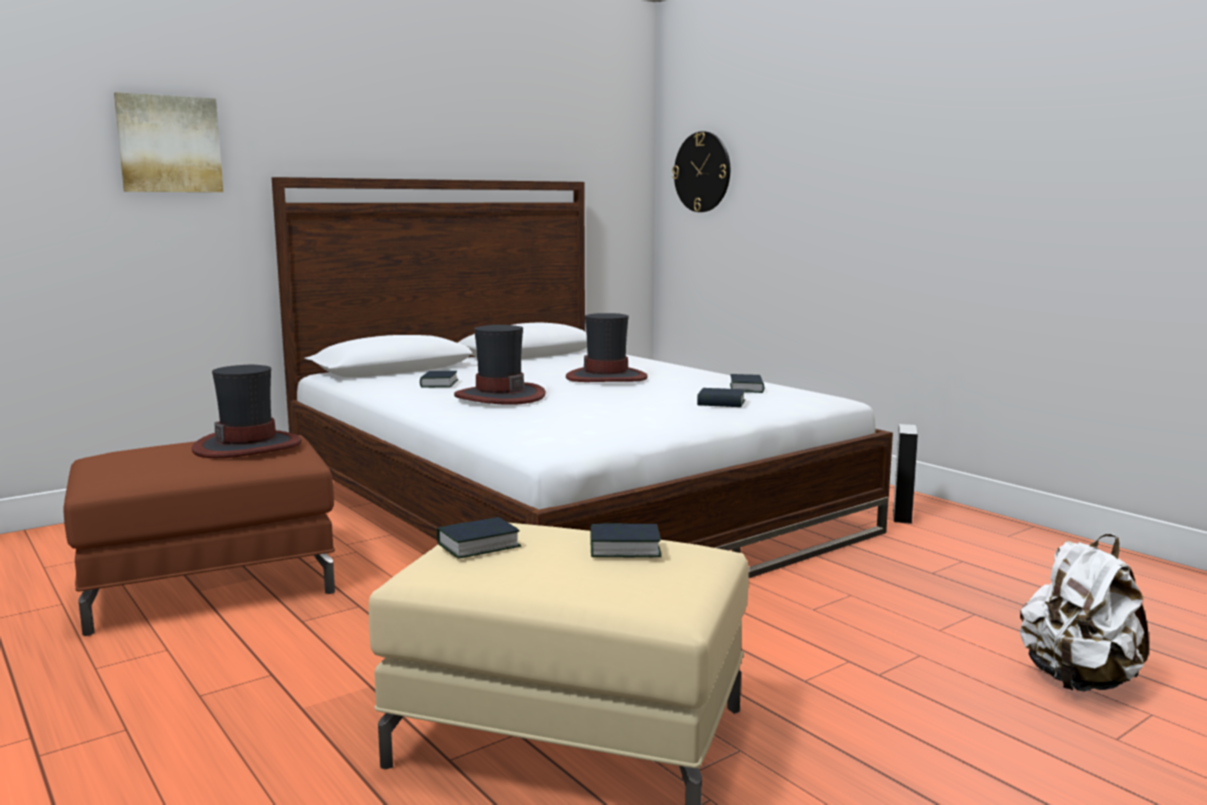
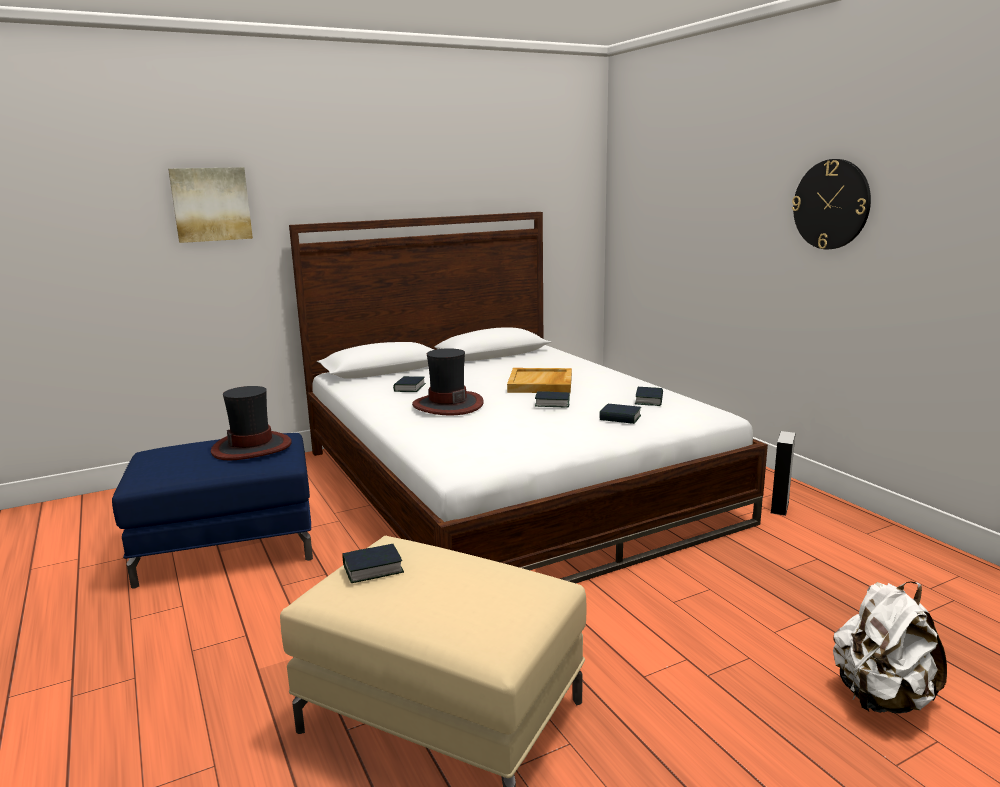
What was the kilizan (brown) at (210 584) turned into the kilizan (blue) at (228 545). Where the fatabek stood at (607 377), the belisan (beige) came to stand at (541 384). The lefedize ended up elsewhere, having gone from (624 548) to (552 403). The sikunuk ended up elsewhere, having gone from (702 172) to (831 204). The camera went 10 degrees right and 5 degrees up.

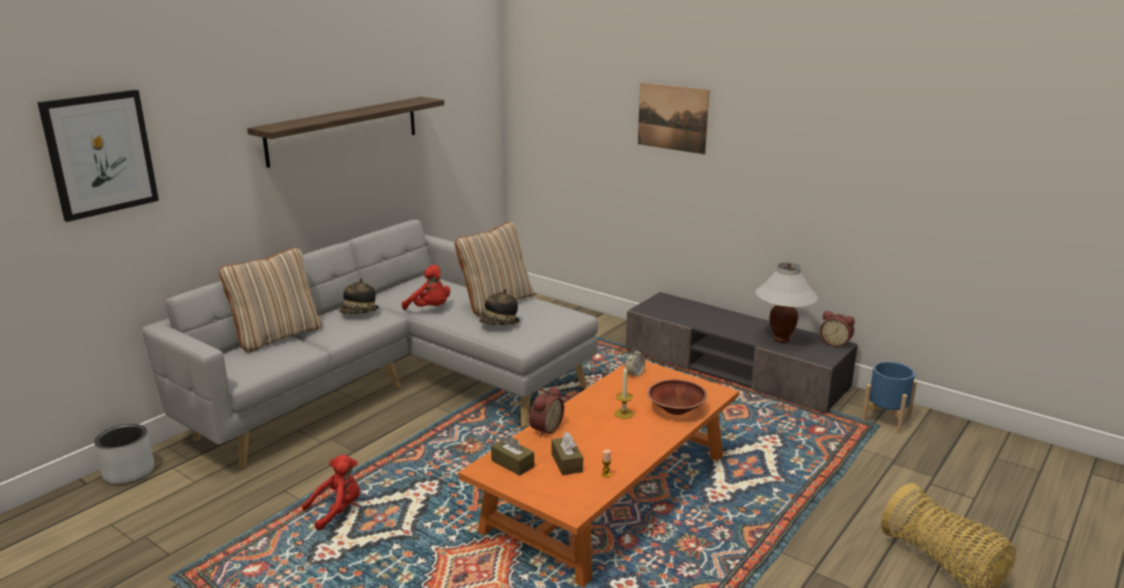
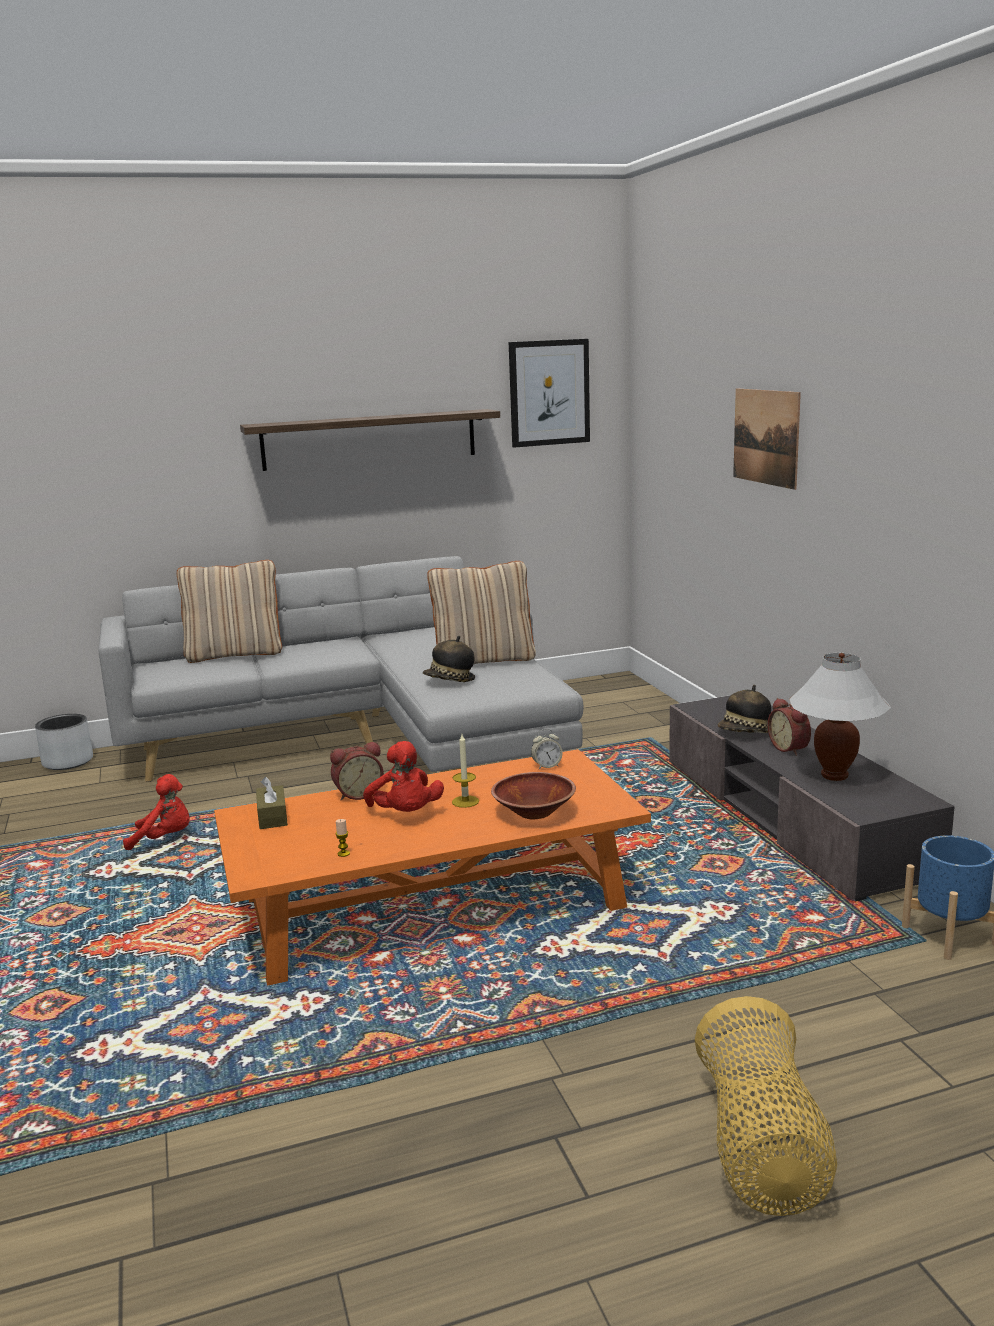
The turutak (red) ended up elsewhere, having gone from (430 309) to (405 814). The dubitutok ended up elsewhere, having gone from (100 154) to (549 393). The fatabek ended up elsewhere, having gone from (359 313) to (745 733). The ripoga ended up elsewhere, having gone from (835 343) to (790 748). The second view lost the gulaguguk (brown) at (567 463). The camera went 35 degrees right and 5 degrees down.

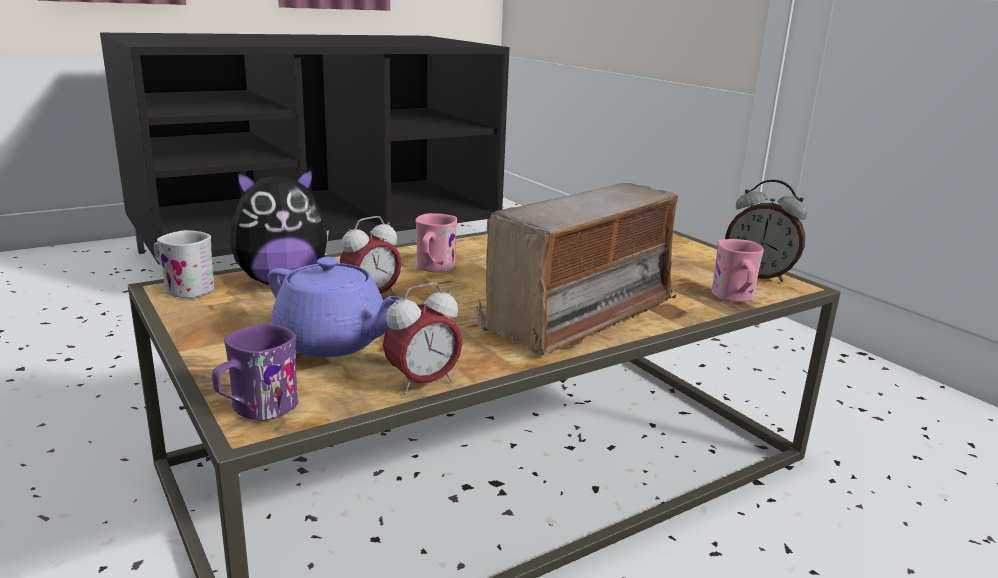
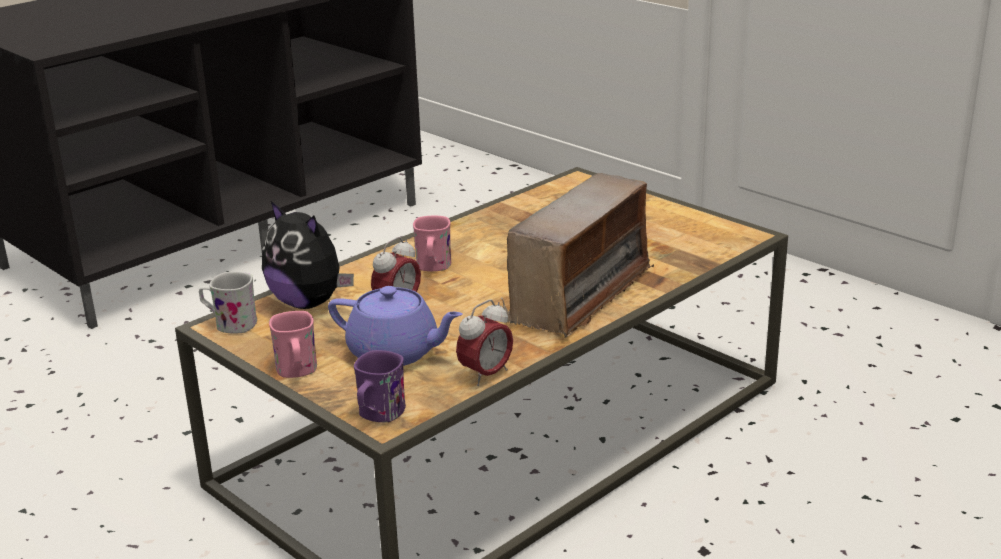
The turutak at (282 281) ended up facing another way, 75 degrees clockwise from before. The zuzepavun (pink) ended up elsewhere, having gone from (735 297) to (297 371). The second view lost the ripoga at (758 275). The camera went 10 degrees left and 5 degrees up.

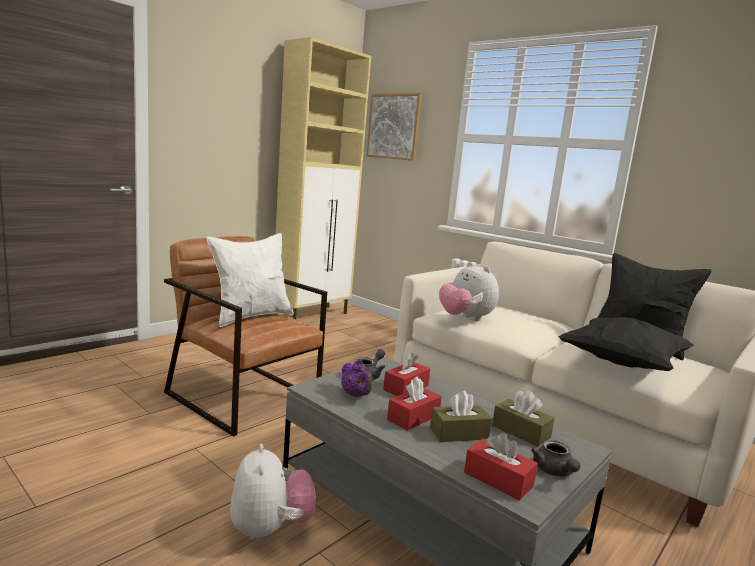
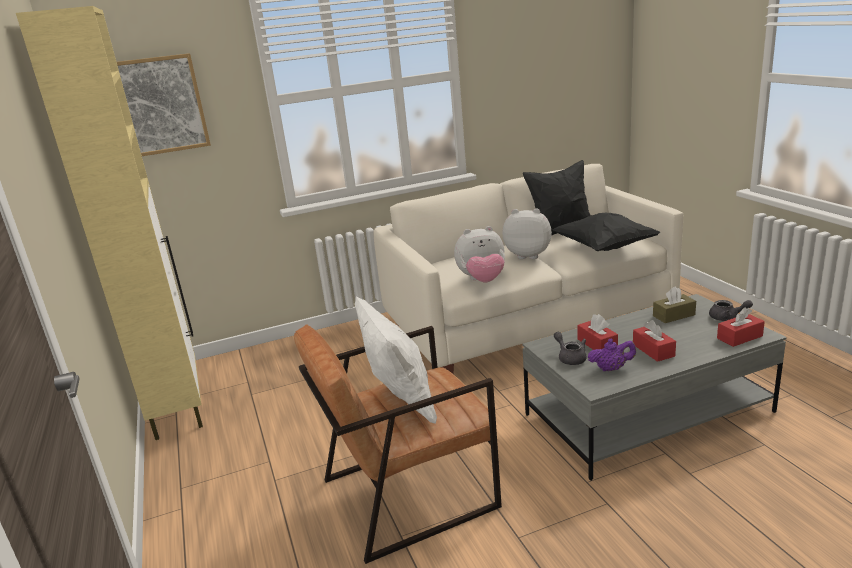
The turutak ended up elsewhere, having gone from (270 529) to (528 255). The second view lost the gulaguguk (brown) at (459 433). The camera went 60 degrees left and 10 degrees up.

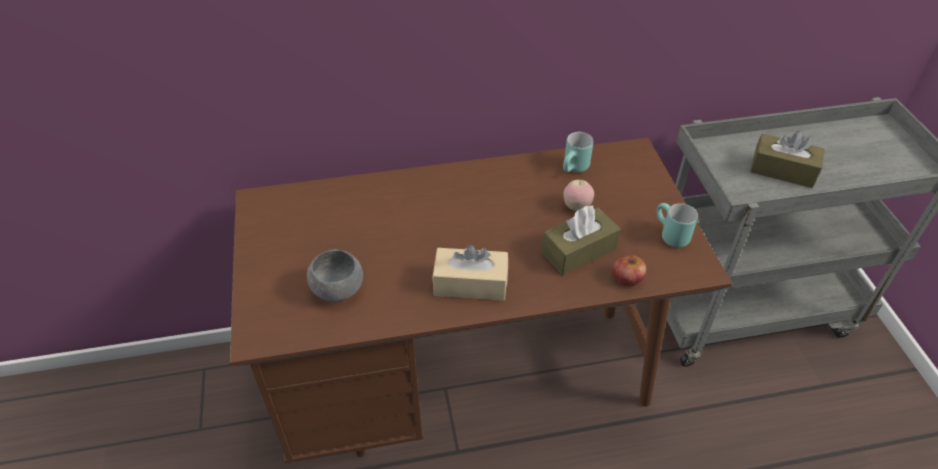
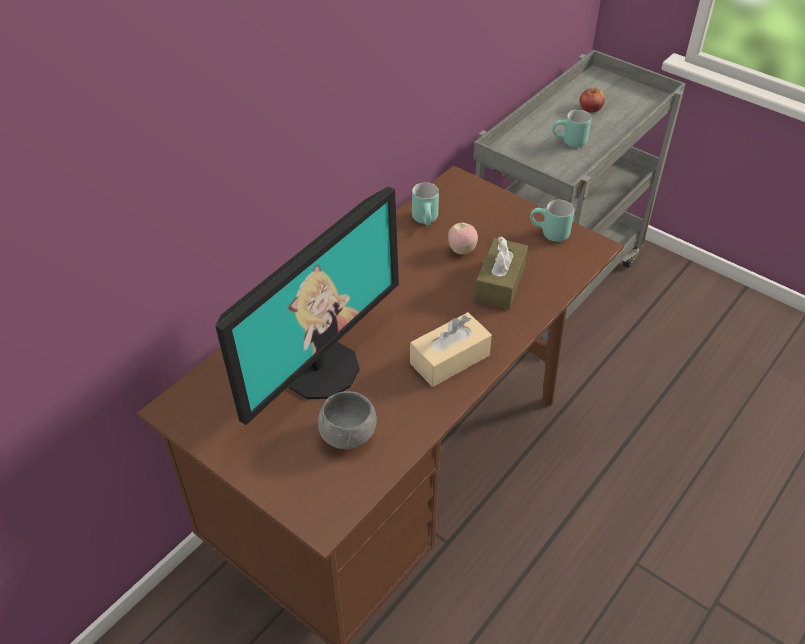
The second view gained the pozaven at (321 369). Where the gulaguguk (brown) stood at (782 170), the zuzepavun (turquoise) came to stand at (569 143). The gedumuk ended up elsewhere, having gone from (627 278) to (590 108). The camera went 40 degrees left and 0 degrees up.

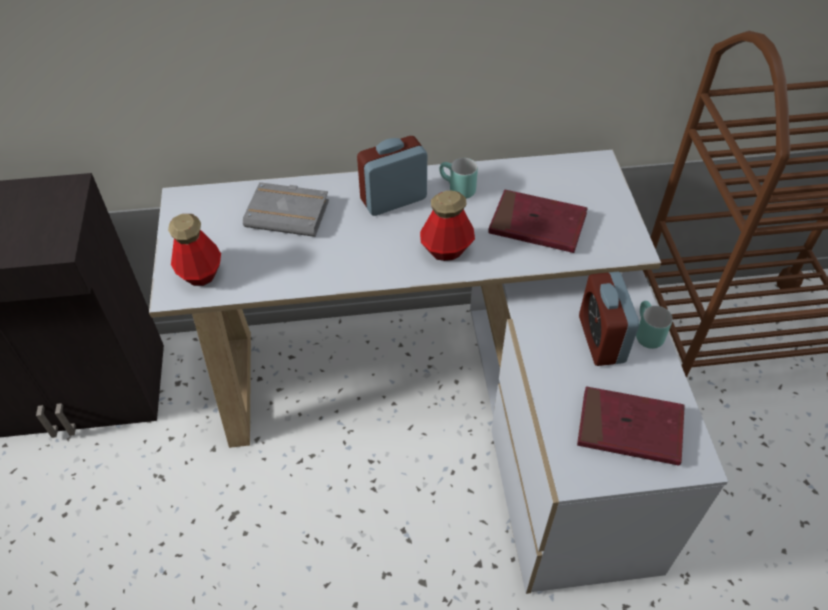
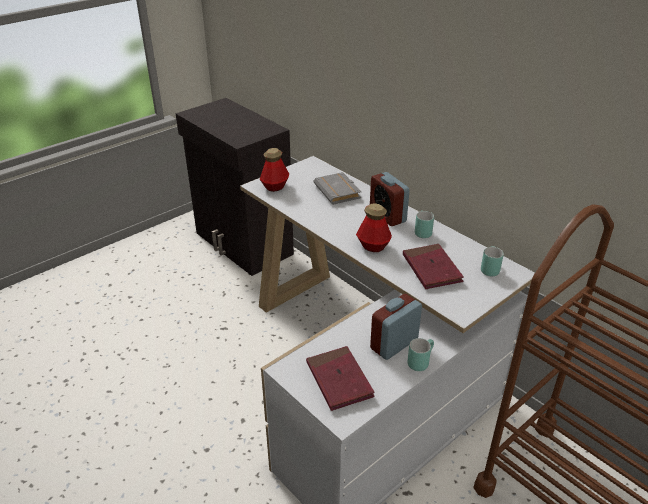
The ripoga at (393 199) ended up facing another way, 150 degrees counterclockwise from before. The second view gained the zuzepavun (turquoise) at (488 268). The camera went 55 degrees right and 15 degrees down.

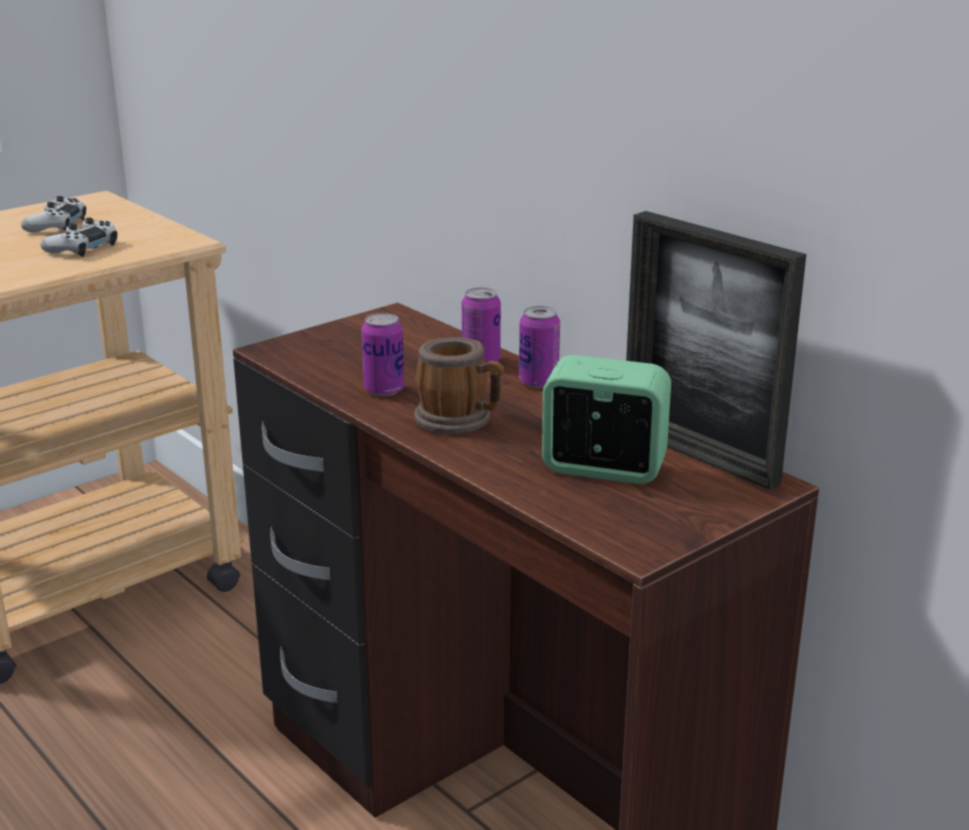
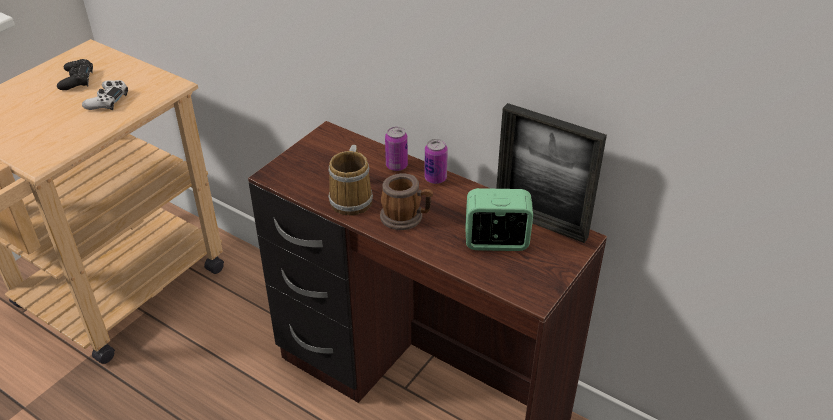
What was the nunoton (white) at (56 225) turned into the nunoton (black) at (77 80). Where the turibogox stood at (384 390), the zuzepavun came to stand at (353 199). The camera went 15 degrees left and 15 degrees up.

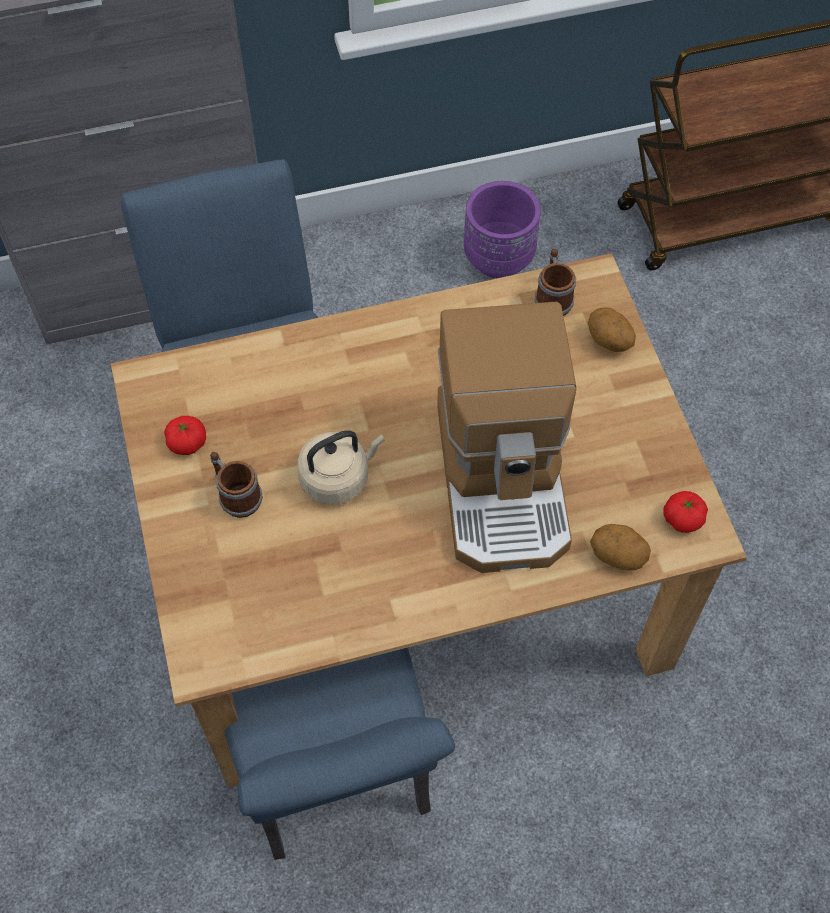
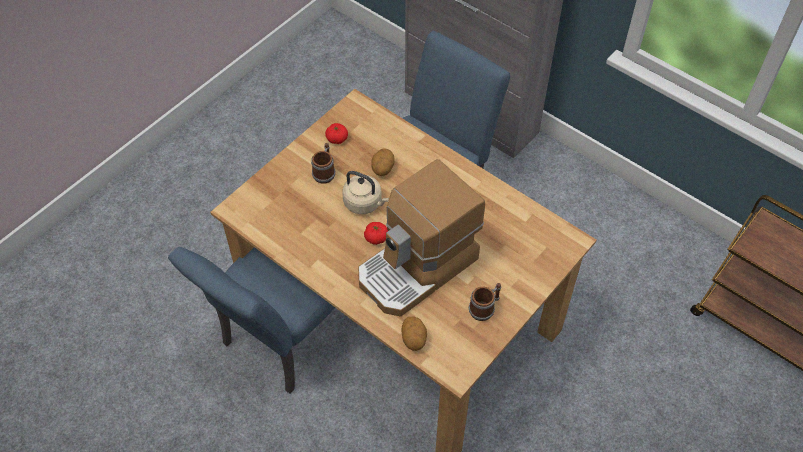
The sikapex ended up elsewhere, having gone from (682 519) to (376 238). The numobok ended up elsewhere, having gone from (608 341) to (382 169). The zuzepavun ended up elsewhere, having gone from (552 298) to (485 308). The second view lost the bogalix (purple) at (499 258). The camera went 55 degrees right and 5 degrees down.

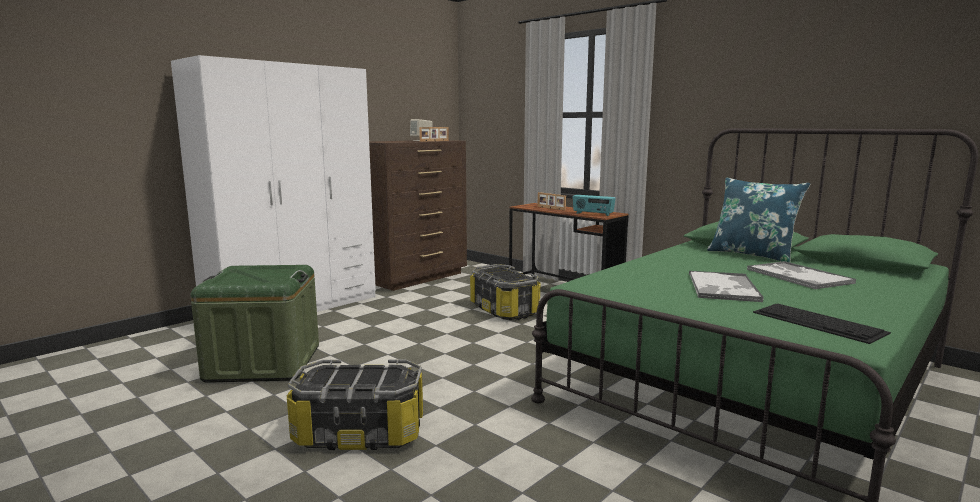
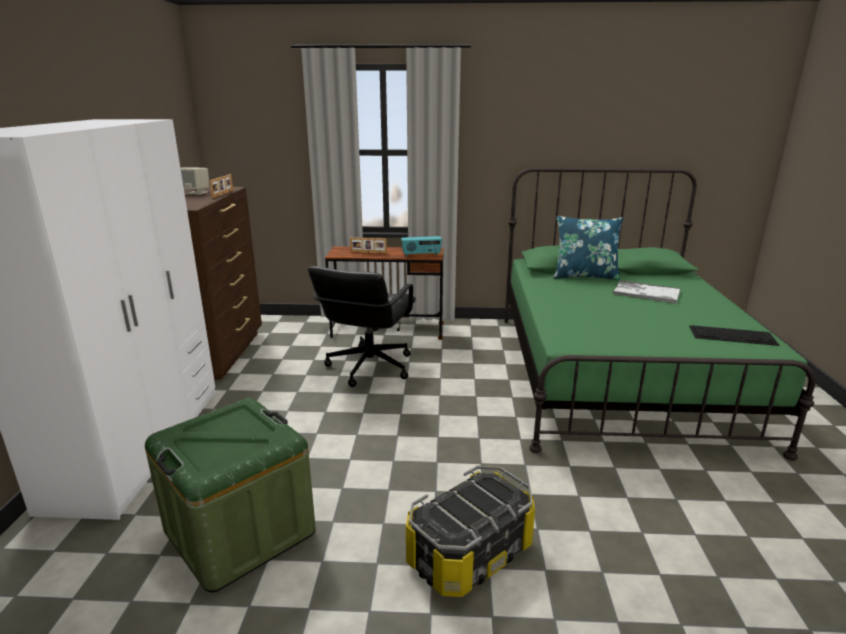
Where the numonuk stood at (503 310), the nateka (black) came to stand at (369 367). The second view lost the belisan at (723 287). The camera went 40 degrees left and 10 degrees up.

